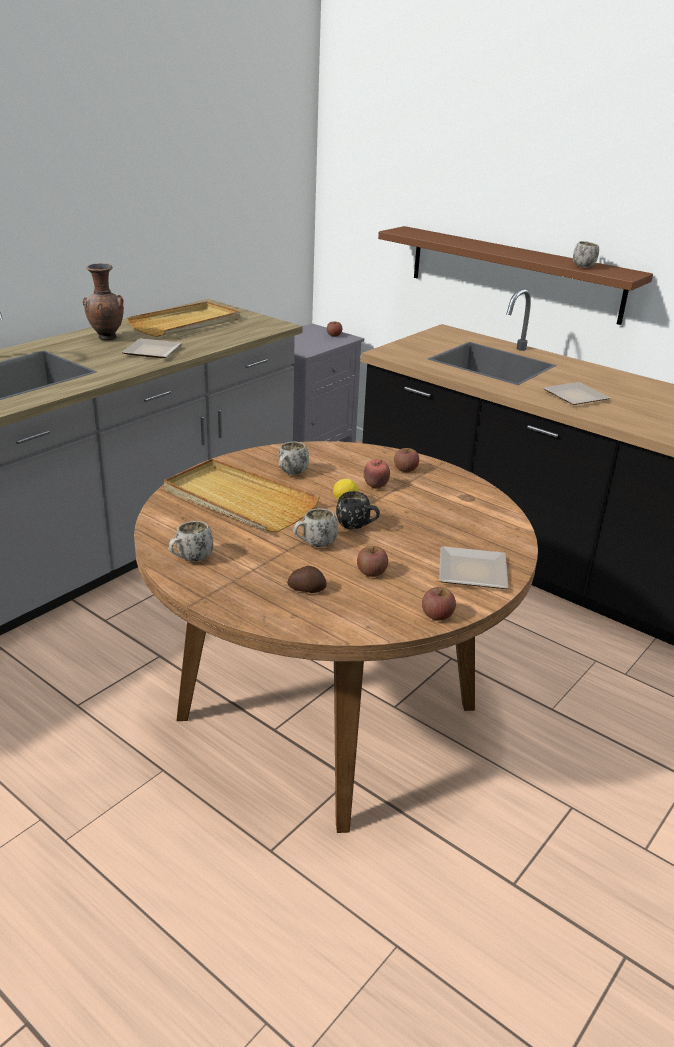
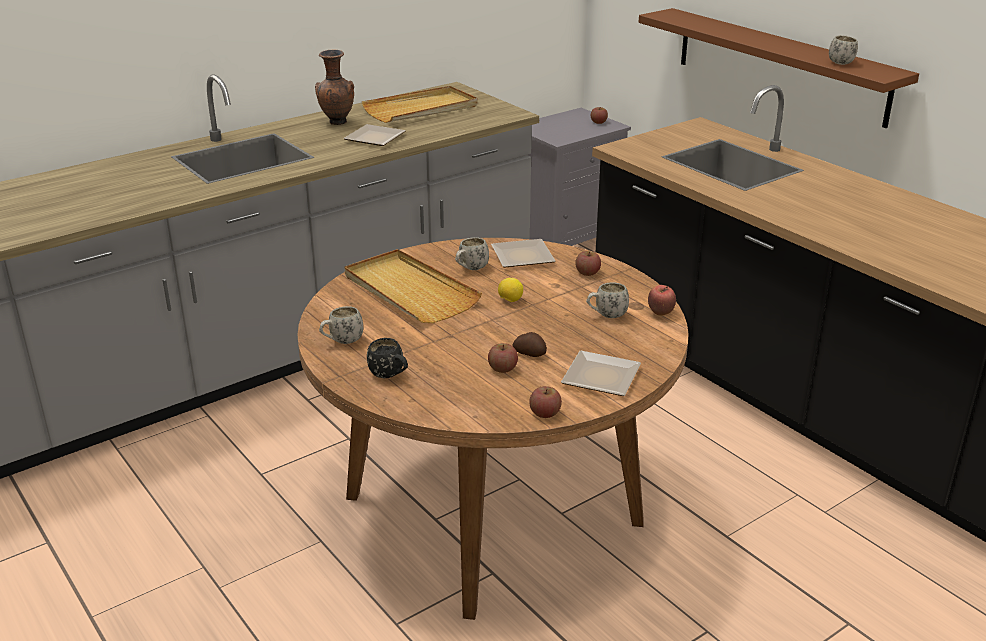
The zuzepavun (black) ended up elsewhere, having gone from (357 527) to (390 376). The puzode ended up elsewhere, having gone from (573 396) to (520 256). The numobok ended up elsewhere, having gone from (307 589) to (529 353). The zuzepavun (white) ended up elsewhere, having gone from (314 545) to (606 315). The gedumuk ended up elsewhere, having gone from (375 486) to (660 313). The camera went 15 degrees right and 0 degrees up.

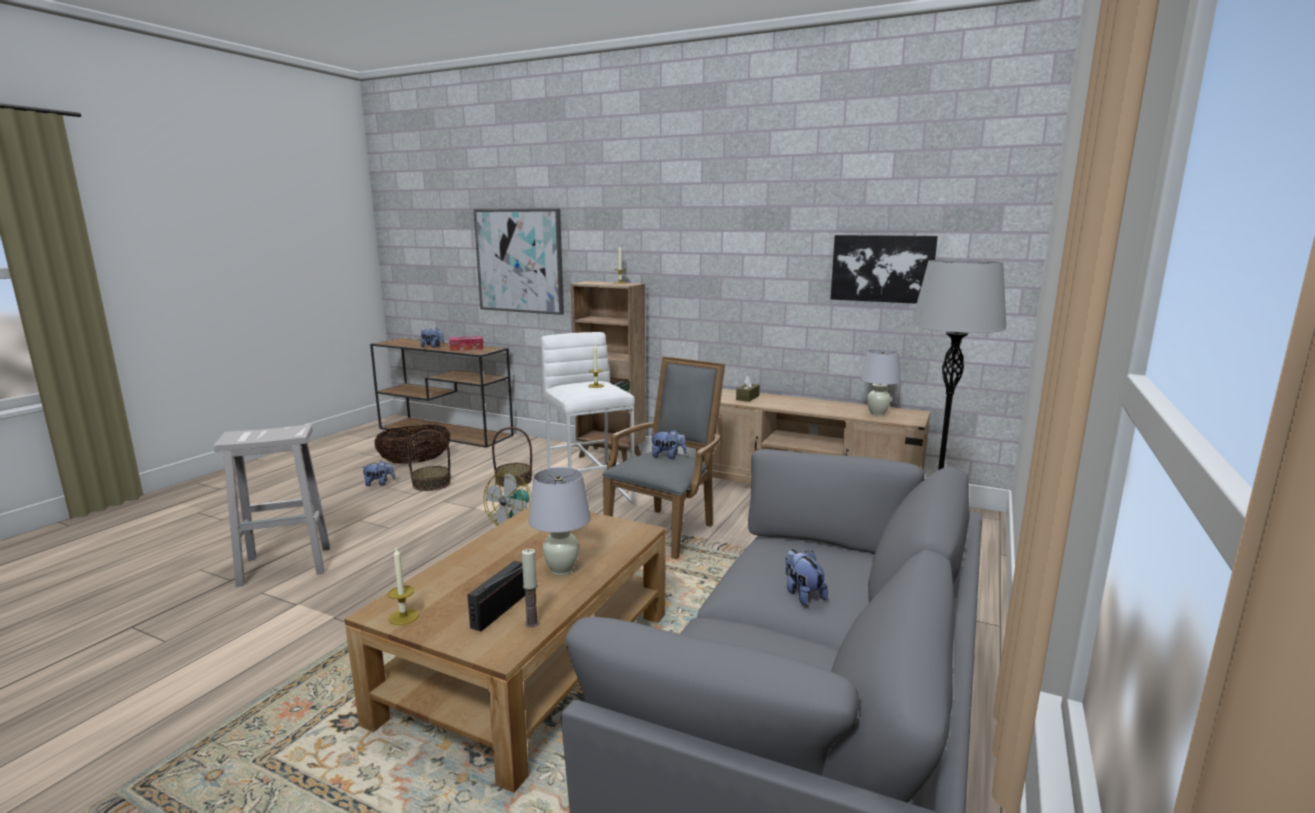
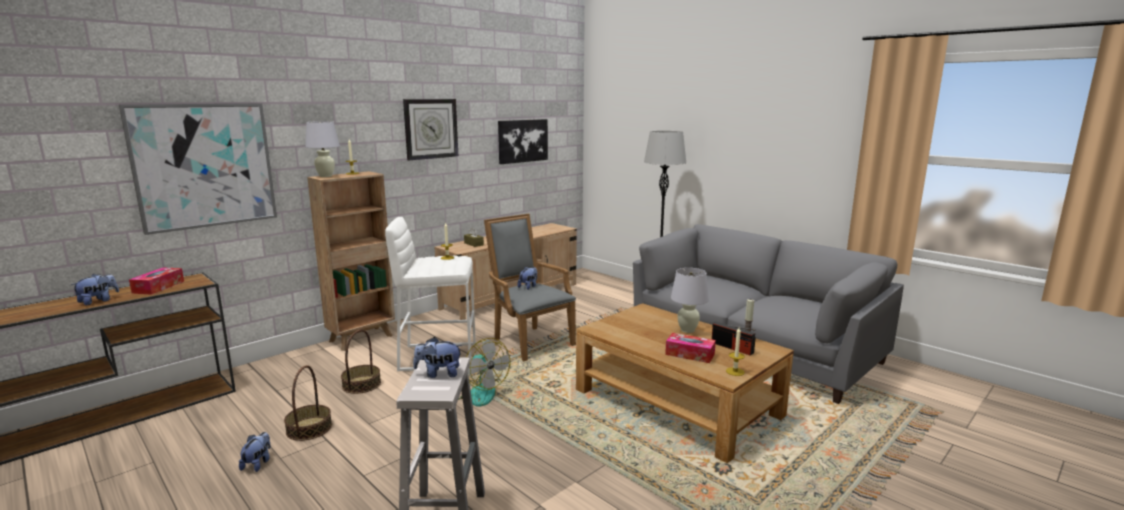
The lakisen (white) ended up elsewhere, having gone from (877 414) to (326 176). The second view gained the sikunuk at (431 129). The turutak ended up elsewhere, having gone from (802 594) to (439 374). The second view gained the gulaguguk at (690 354). The second view lost the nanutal at (415 462). The camera went 70 degrees left and 0 degrees up.

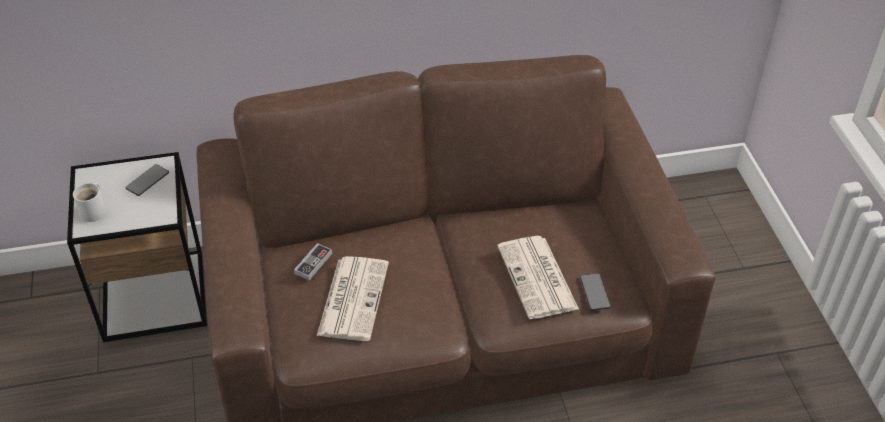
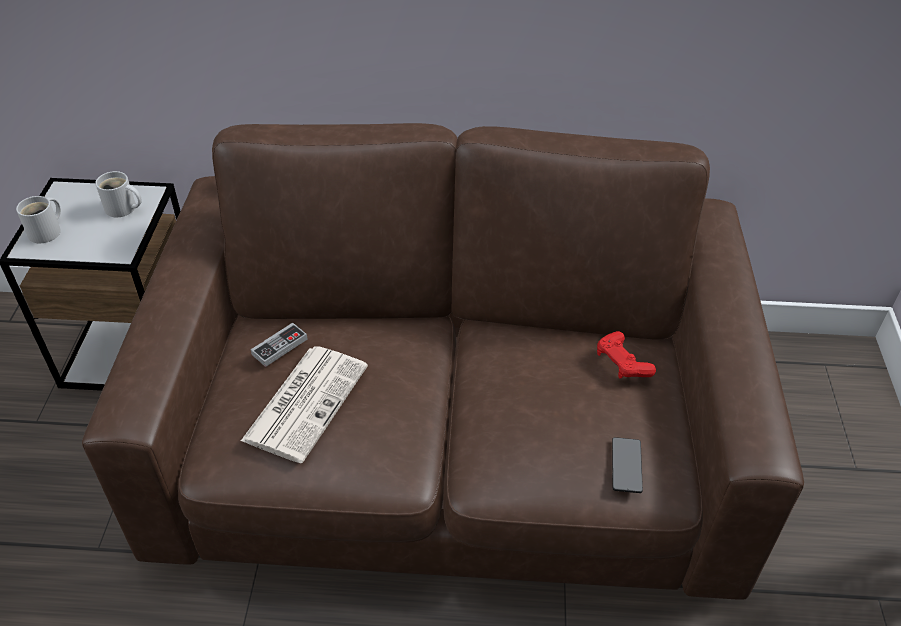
Where the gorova stood at (147 181), the zuzepavun (white) came to stand at (122 209). The second view gained the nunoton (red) at (622 363). The second view lost the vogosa at (538 278). The camera went 15 degrees right and 0 degrees up.

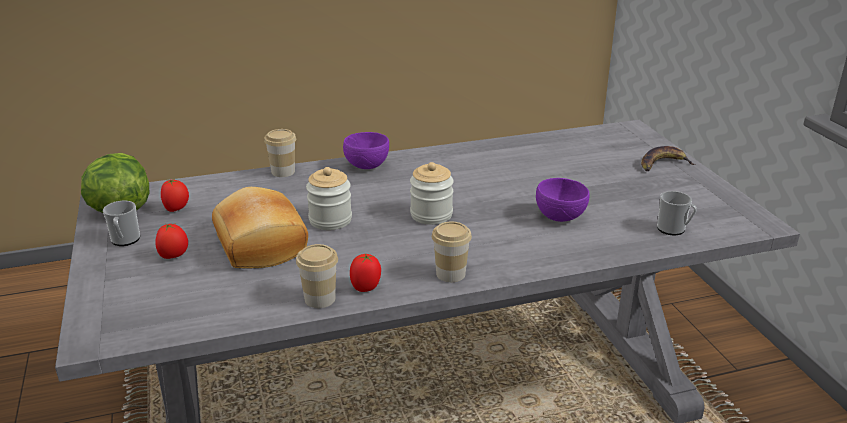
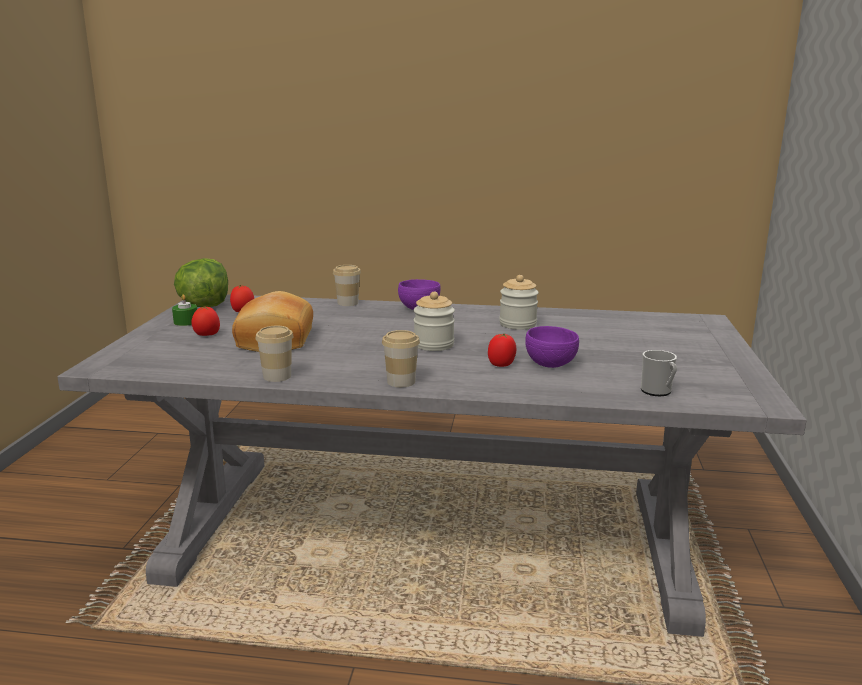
Where the zuzepavun stood at (125 241), the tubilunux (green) came to stand at (186 322). The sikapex ended up elsewhere, having gone from (366 287) to (501 365). The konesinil ended up elsewhere, having gone from (330 220) to (517 324). The second view lost the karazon at (663 164). The camera went 25 degrees right and 10 degrees down.

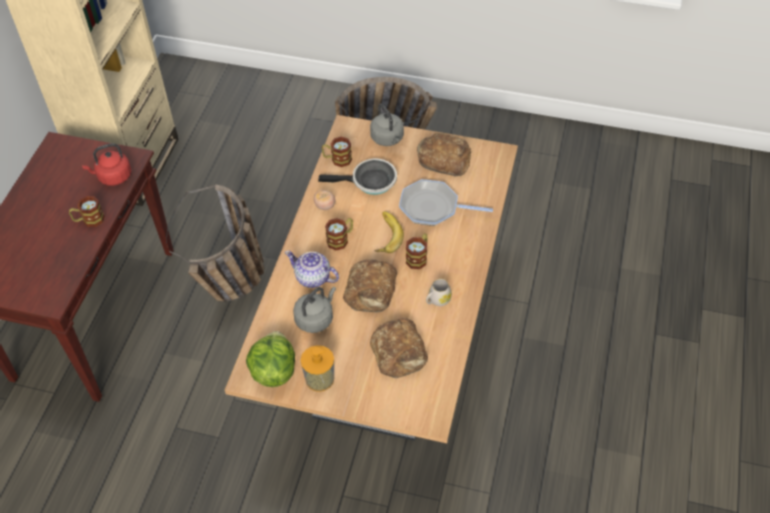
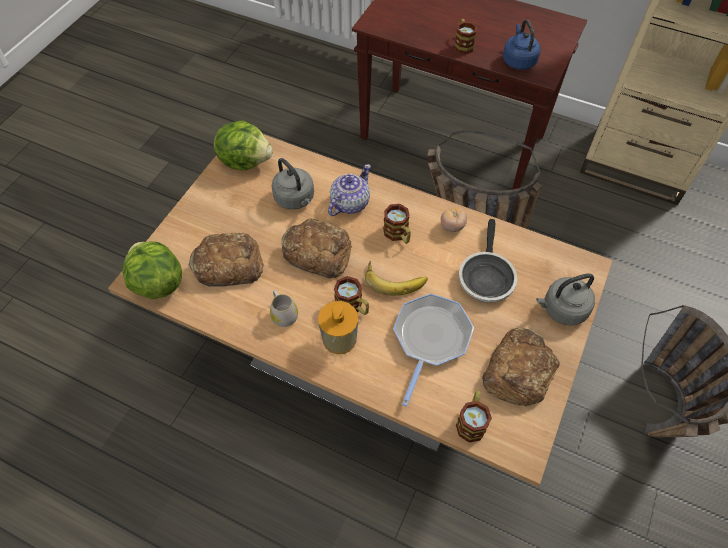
The second view gained the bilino at (157 283). The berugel ended up elsewhere, having gone from (319 379) to (339 339). The zuzepavun ended up elsewhere, having gone from (337 159) to (471 421). What was the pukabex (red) at (113 177) turned into the pukabex (blue) at (518 60). The camera went 100 degrees right and 5 degrees up.

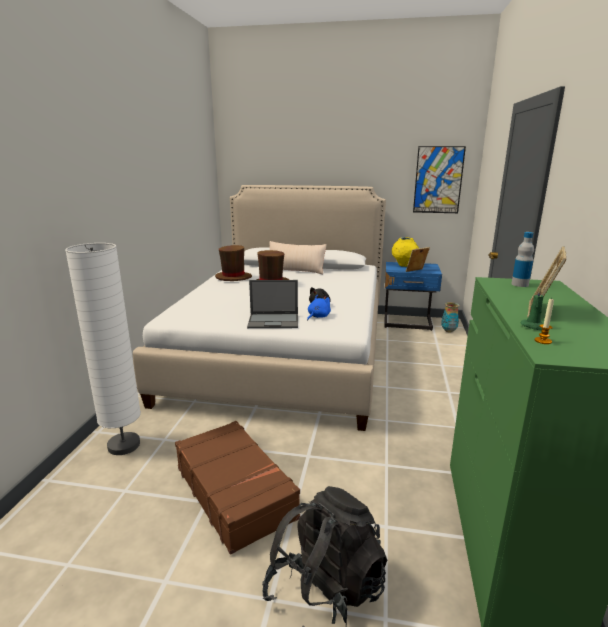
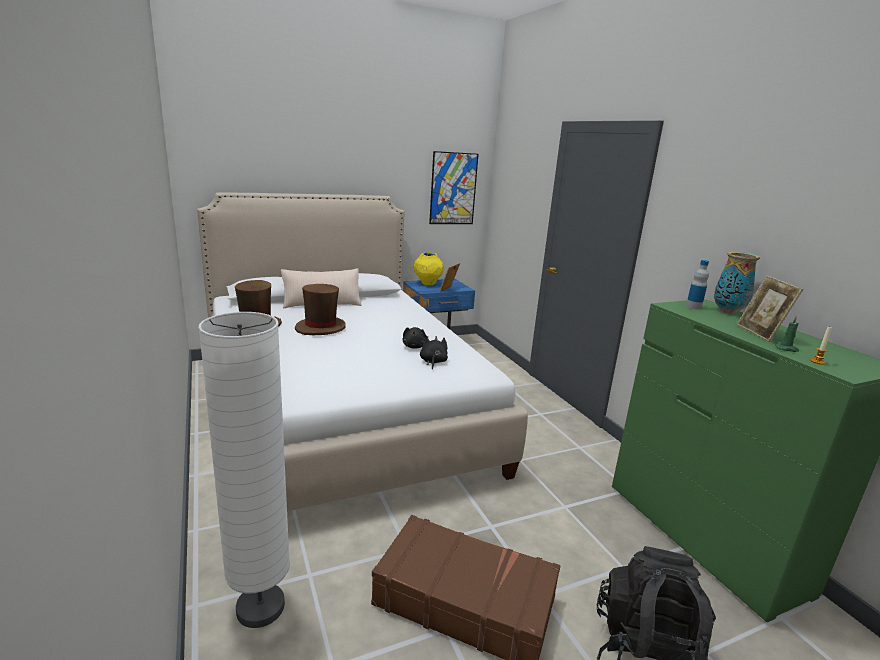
What was the turutak (blue) at (318 316) turned into the turutak (black) at (433 362). The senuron ended up elsewhere, having gone from (448 331) to (727 311). The second view lost the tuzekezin at (274 321). The camera went 35 degrees left and 0 degrees up.

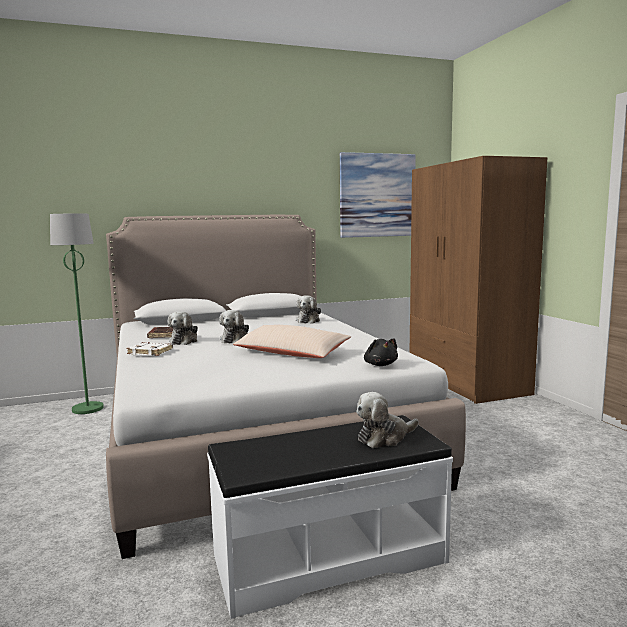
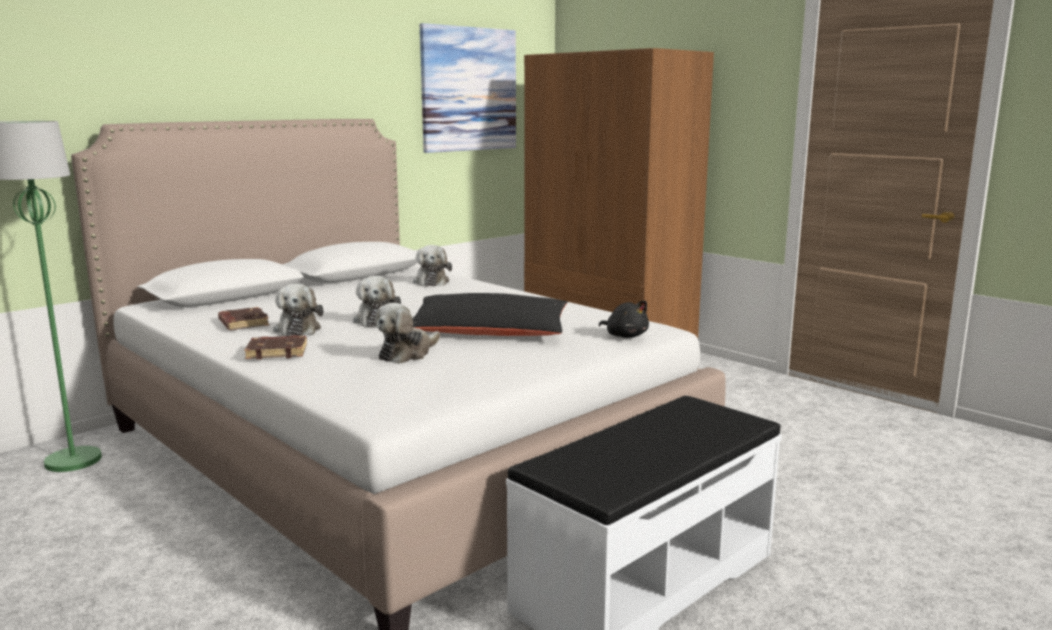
What was the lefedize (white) at (151 352) turned into the lefedize (brown) at (278 352). The turutak ended up elsewhere, having gone from (384 437) to (407 354). What was the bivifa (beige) at (291 353) turned into the bivifa (black) at (489 332). The camera went 25 degrees left and 5 degrees up.

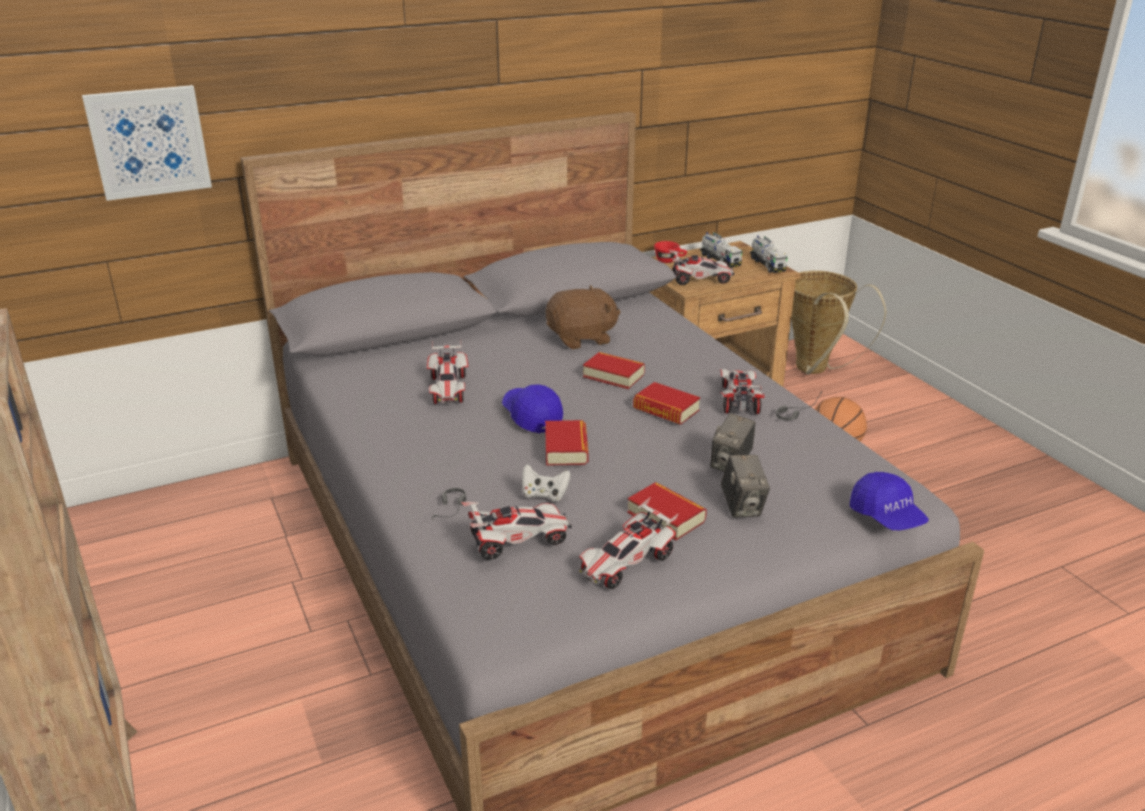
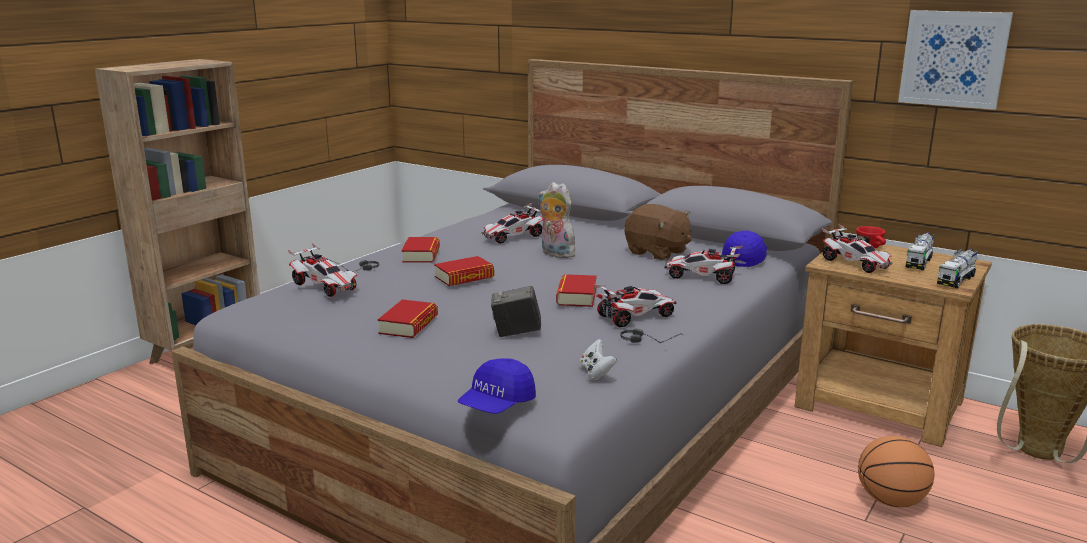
The lefedize ended up elsewhere, having gone from (613 375) to (421 255). The second view gained the turutak at (555 254). The nunoton (white) ended up elsewhere, having gone from (544 495) to (596 373). The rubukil ended up elsewhere, having gone from (627 564) to (702 277). The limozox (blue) ended up elsewhere, having gone from (531 417) to (745 258). The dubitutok ended up elsewhere, having gone from (149 142) to (953 59). The second view lost the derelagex at (742 507). The camera went 60 degrees right and 10 degrees down.

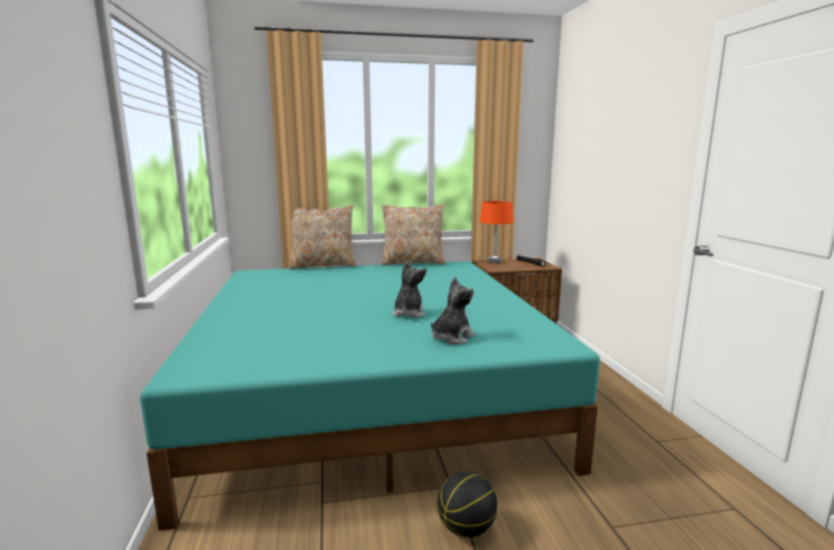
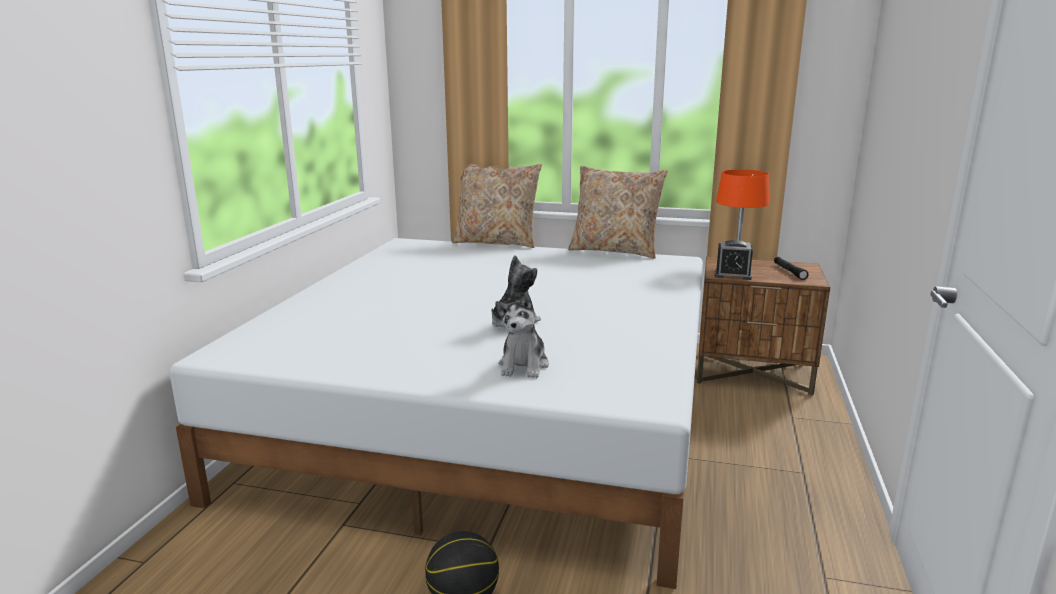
What was the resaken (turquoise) at (371 391) turned into the resaken (white) at (493 415). The turutak at (451 337) ended up facing another way, 120 degrees clockwise from before. The second view gained the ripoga at (732 275). The camera went 25 degrees right and 5 degrees up.

